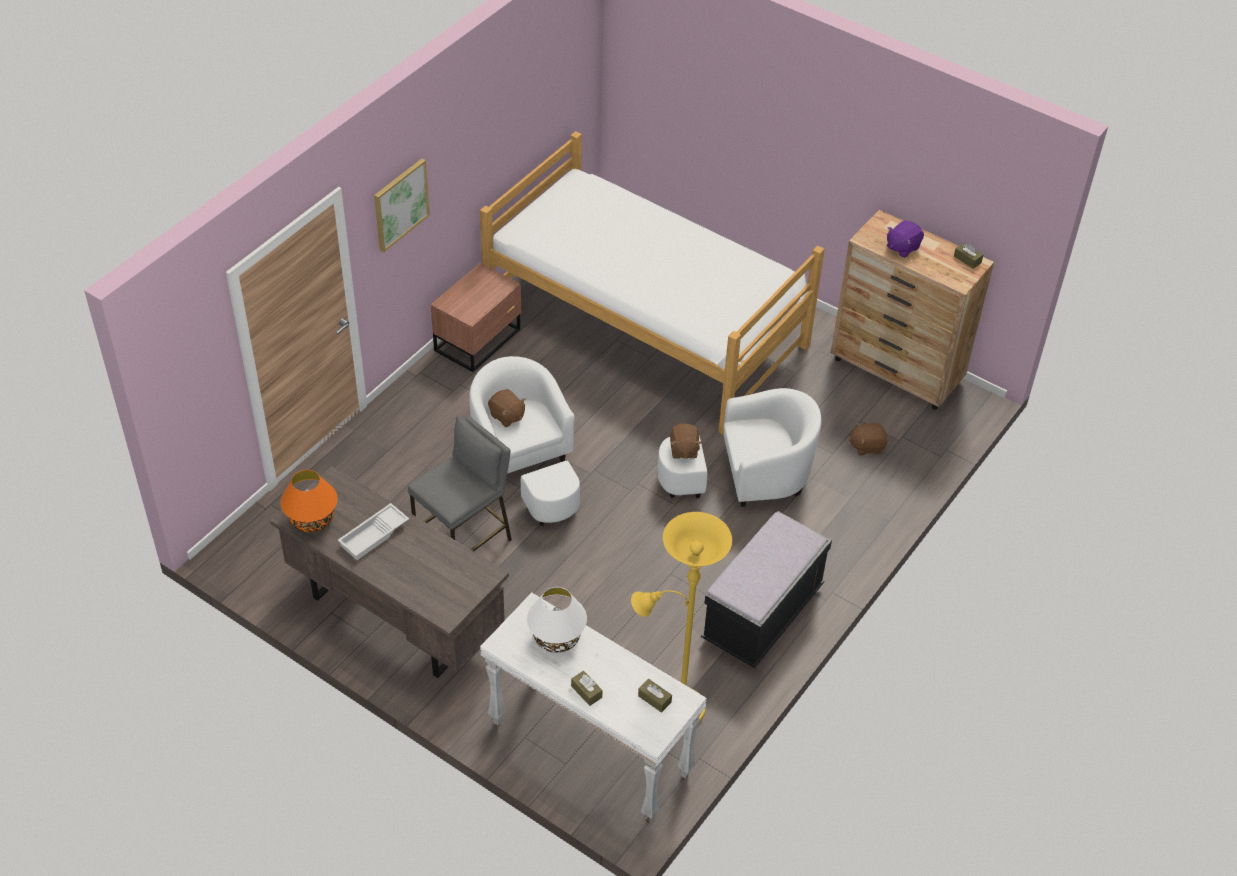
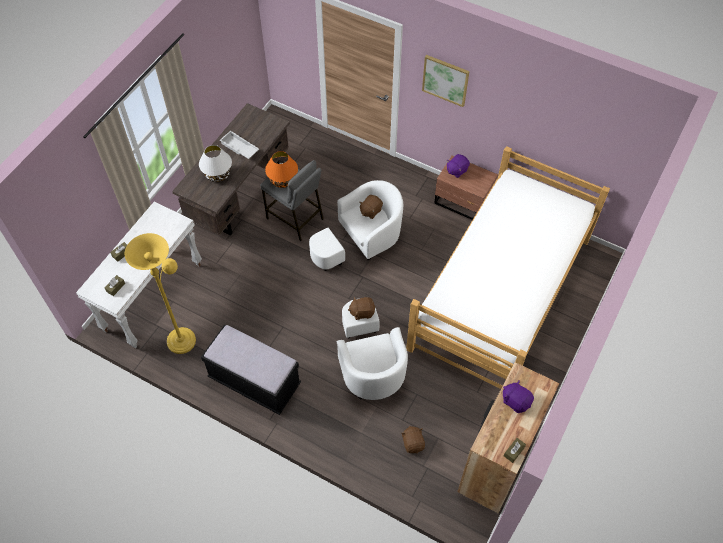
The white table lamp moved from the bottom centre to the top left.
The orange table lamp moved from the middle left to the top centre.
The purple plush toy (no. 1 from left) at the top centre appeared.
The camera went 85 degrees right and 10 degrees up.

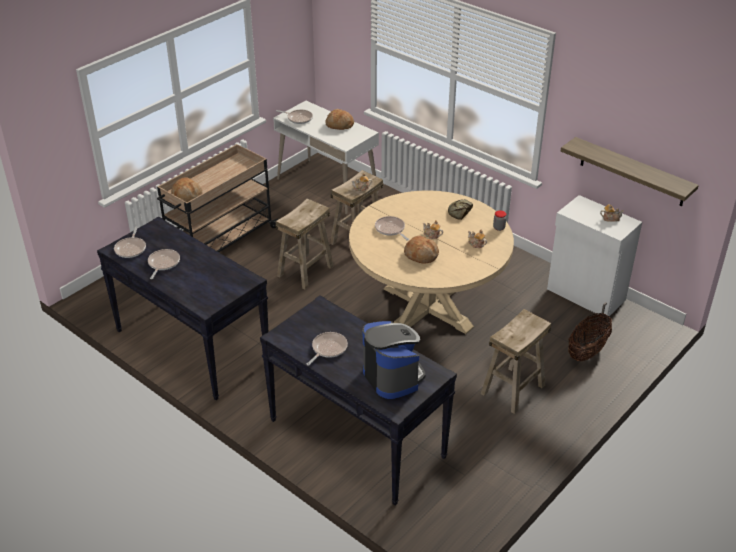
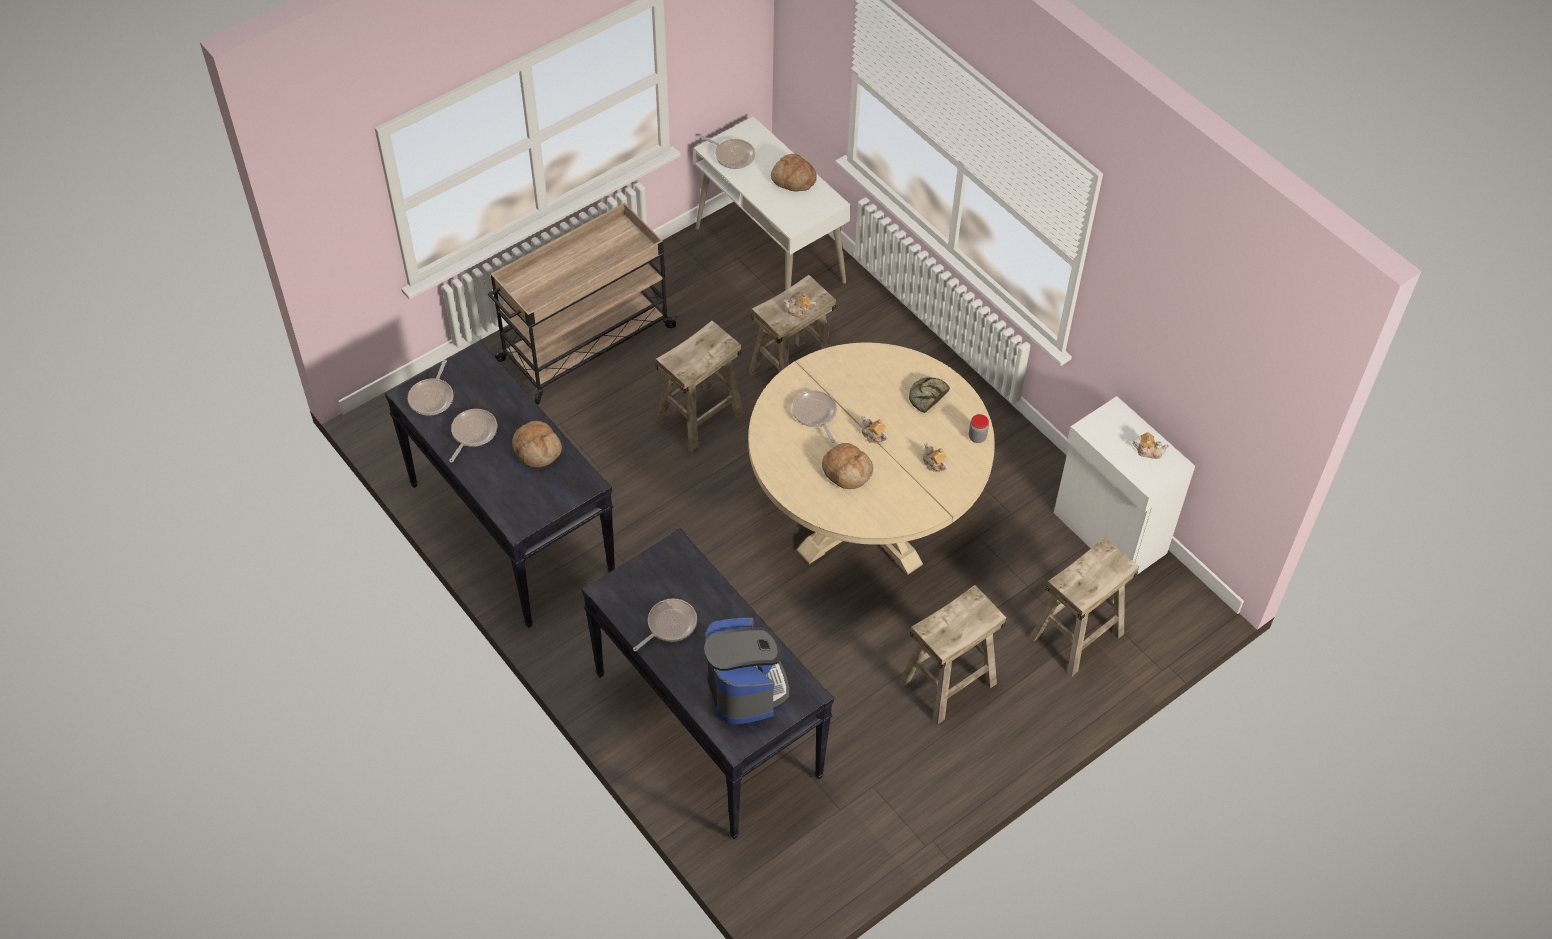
The bread (no. 1 from left) moved from the middle left to the centre.
The basket at the middle right was replaced by the beige stool (no. 4 from left) at the middle right.
The shelf at the top right disappeared.
The camera went 10 degrees right and 15 degrees up.

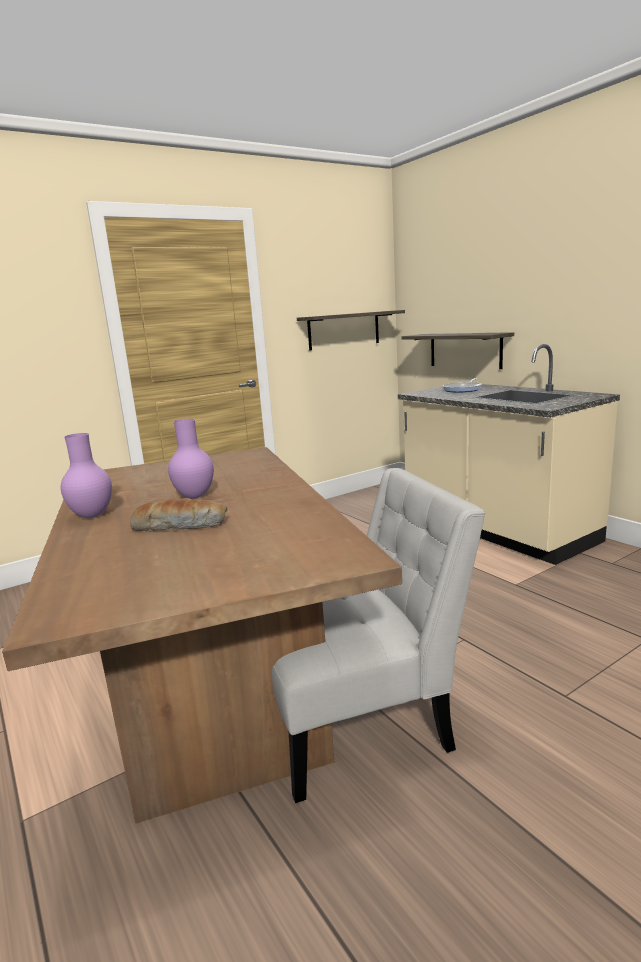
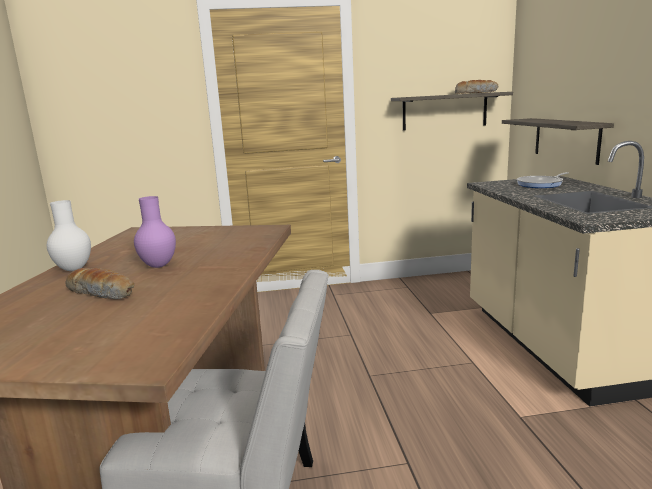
The purple vase (no. 1 from left) at the middle left became the white vase at the middle left.
The bread (no. 2 from left) at the top right appeared.
The camera went 25 degrees right and 0 degrees up.

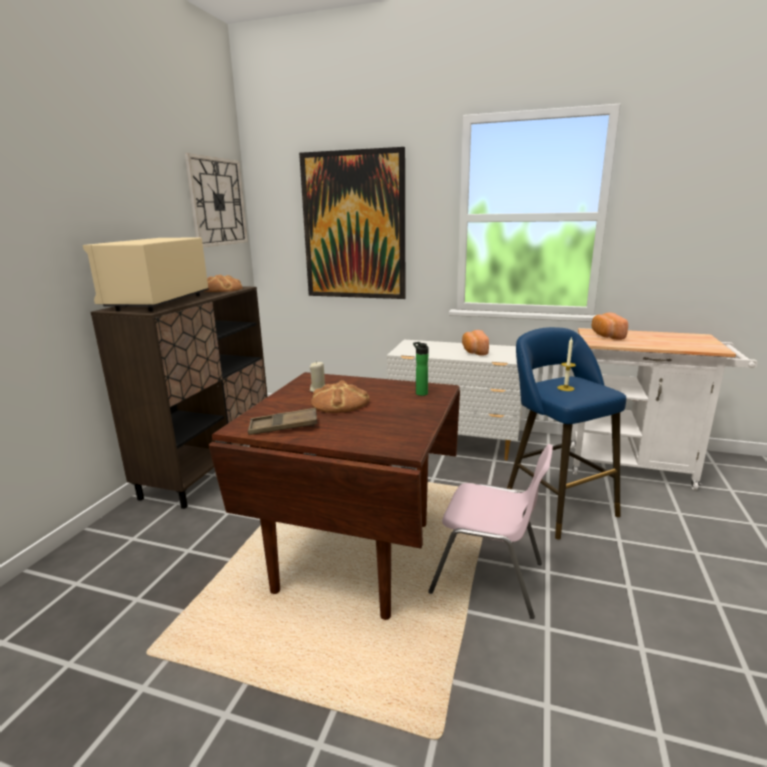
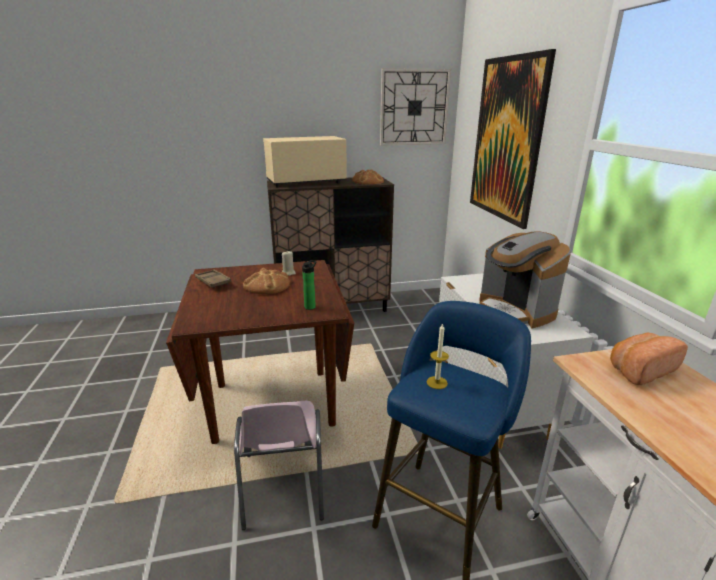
The bread (no. 3 from left) at the centre was replaced by the coffee machine at the middle right.
The camera went 60 degrees right and 5 degrees up.

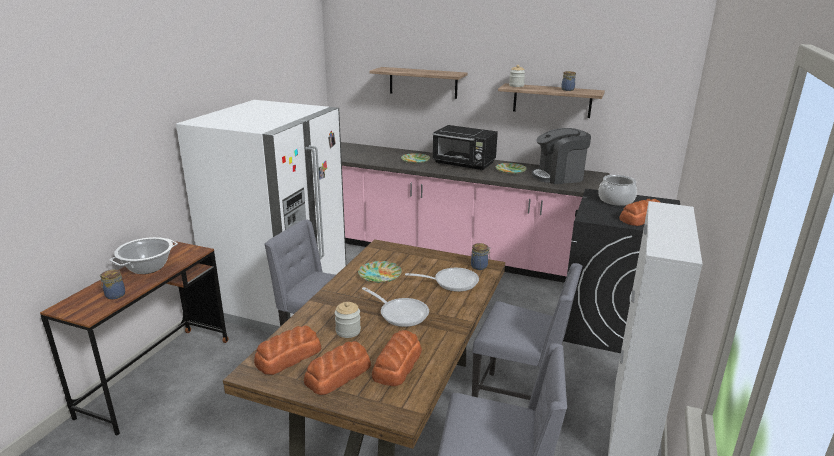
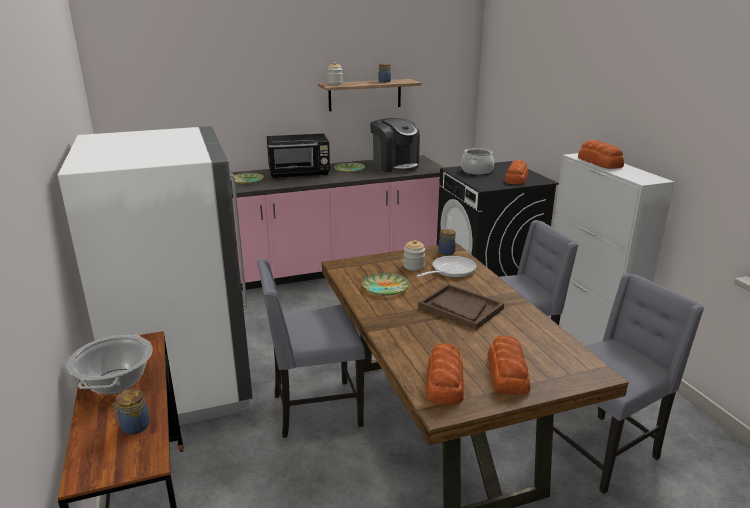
The coffee machine at the middle right turned 75 degrees counterclockwise.
The jar (no. 2 from left in the first image) moved from the bottom centre to the centre.
The frying pan (no. 1 from left) at the bottom centre was replaced by the brown tray at the centre.
The bread (no. 3 from left in the first image) moved from the bottom centre to the top right.
The shelf (no. 1 from left) at the top centre disappeared.
The camera went 40 degrees left and 0 degrees up.

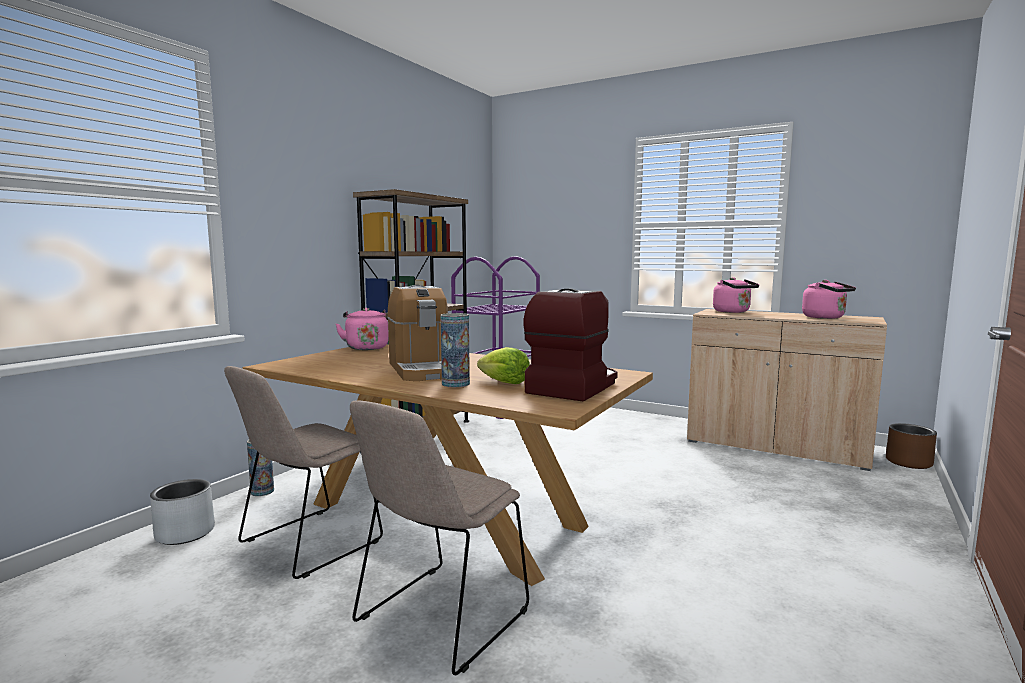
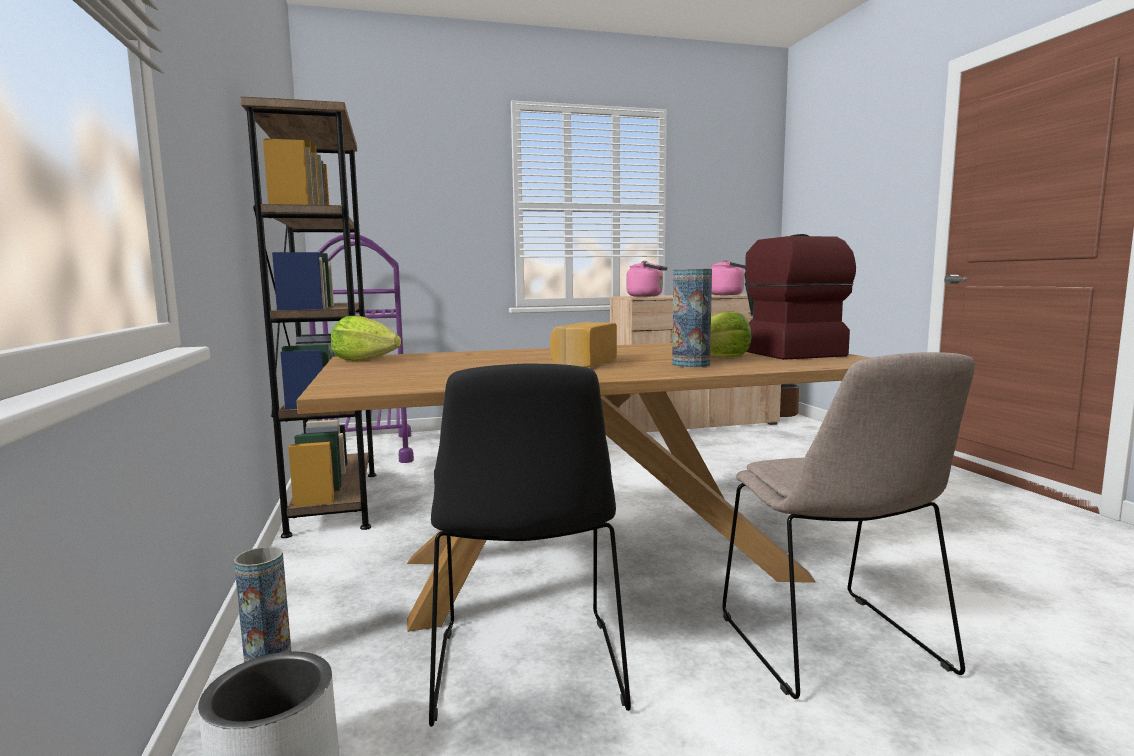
The pink kettle (no. 1 from left) at the centre was replaced by the lettuce (no. 1 from left) at the middle left.
The beige chair (no. 1 from left) at the bottom left became the black chair at the bottom centre.
The coffee machine (no. 1 from left) at the centre was replaced by the bread at the centre.
The camera went 45 degrees left and 0 degrees up.

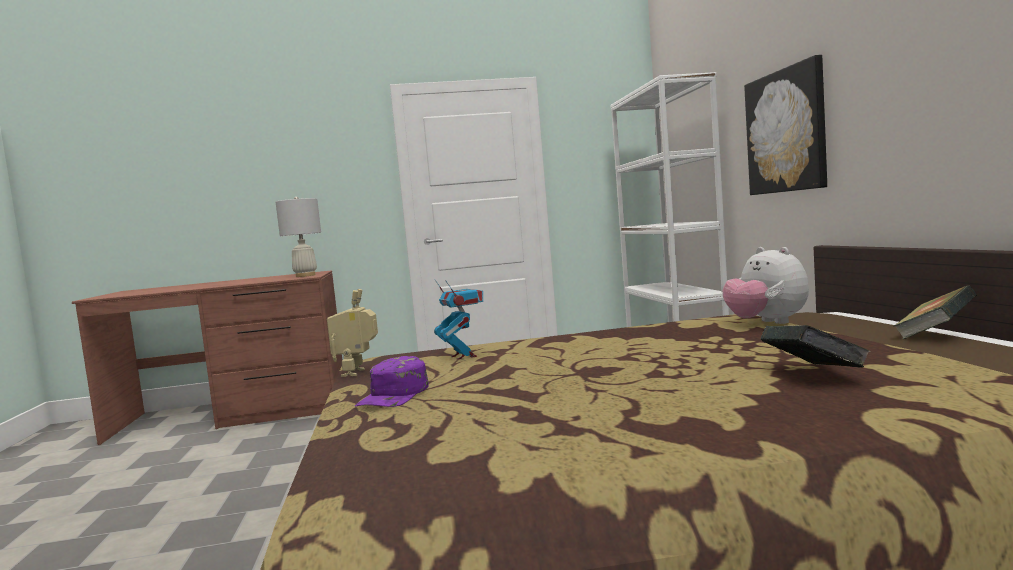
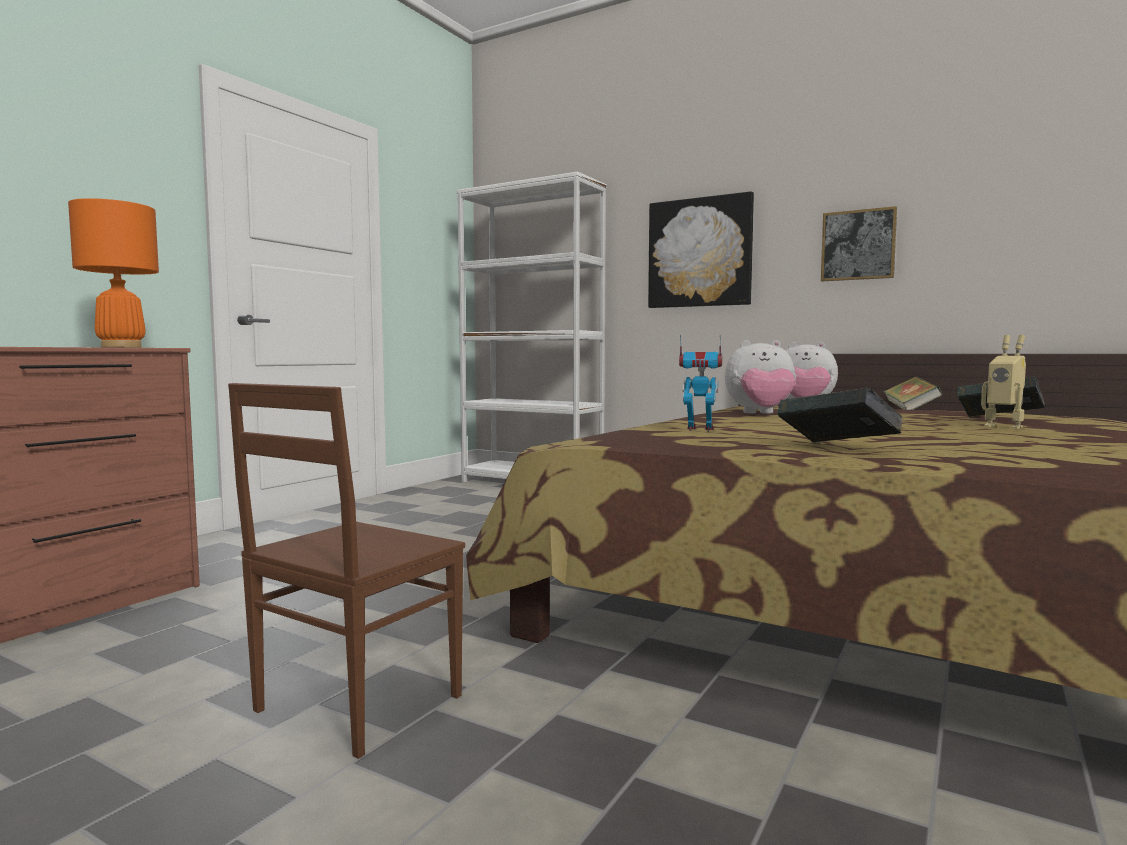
The white table lamp at the middle left became the orange table lamp at the top left.
The brown chair at the bottom left appeared.
The plush toy (no. 1 from left) at the middle right appeared.
The purple cap at the bottom centre was replaced by the book (no. 1 from left) at the middle right.
The picture (no. 2 from left) at the top right appeared.
The toy robot (no. 1 from left in the first image) moved from the centre to the middle right.
The camera went 50 degrees left and 0 degrees up.

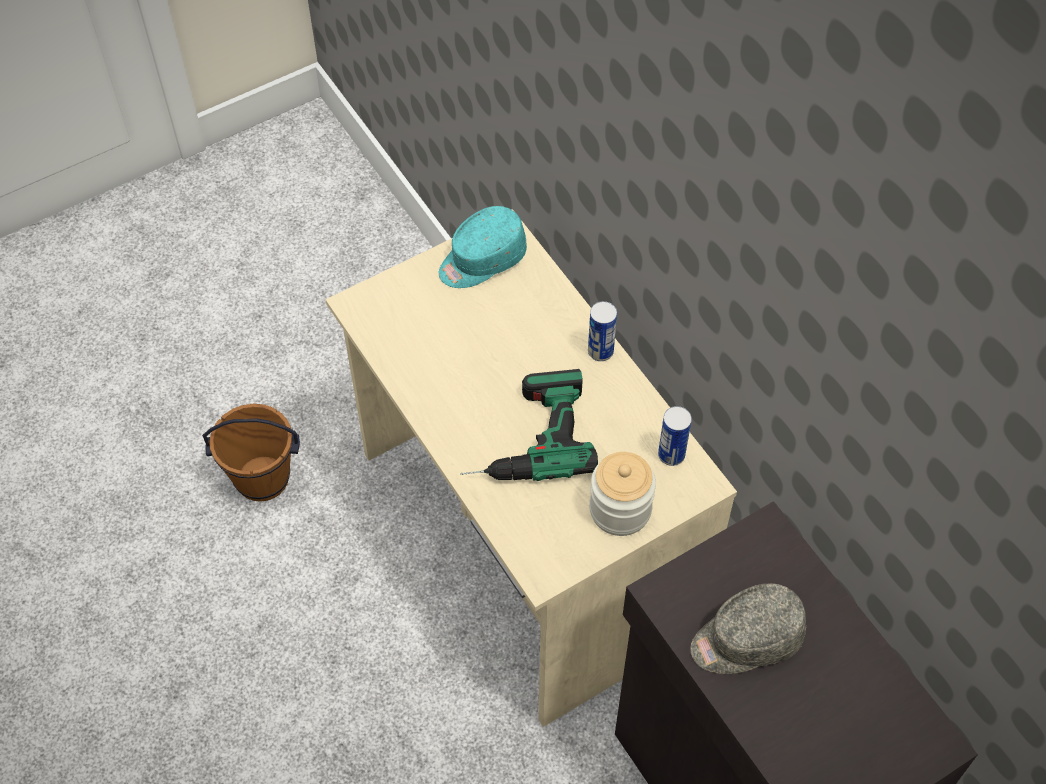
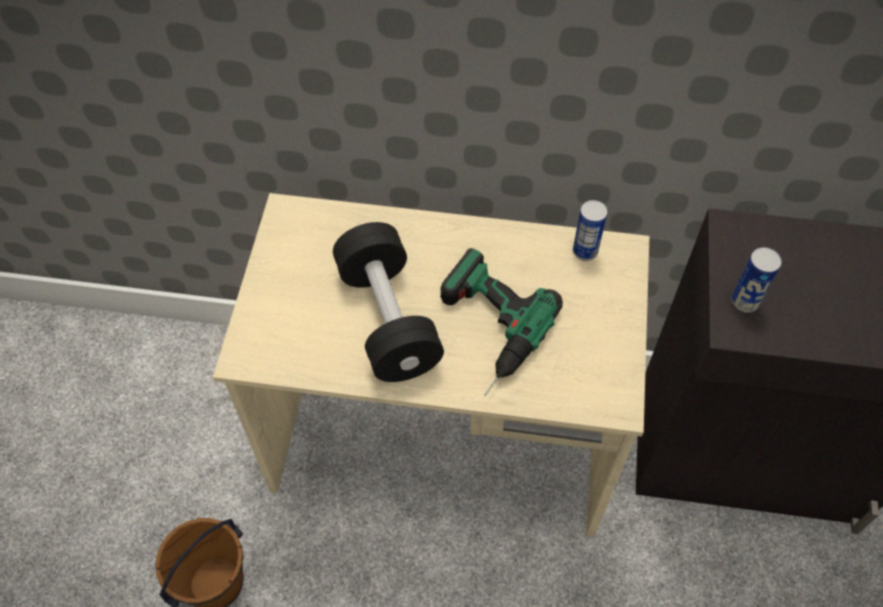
The black dumbbell at the centre appeared.
The can (no. 1 from left in the first image) moved from the centre to the middle right.
The turquoise cap at the top centre disappeared.
The jar at the centre disappeared.
The grey cap at the bottom right disappeared.
The camera went 50 degrees left and 0 degrees up.

